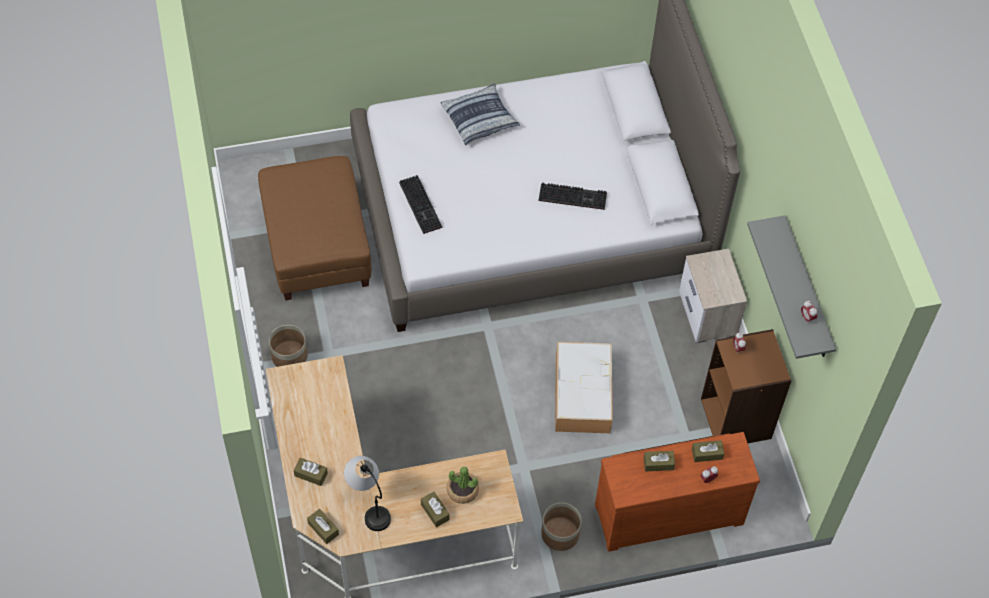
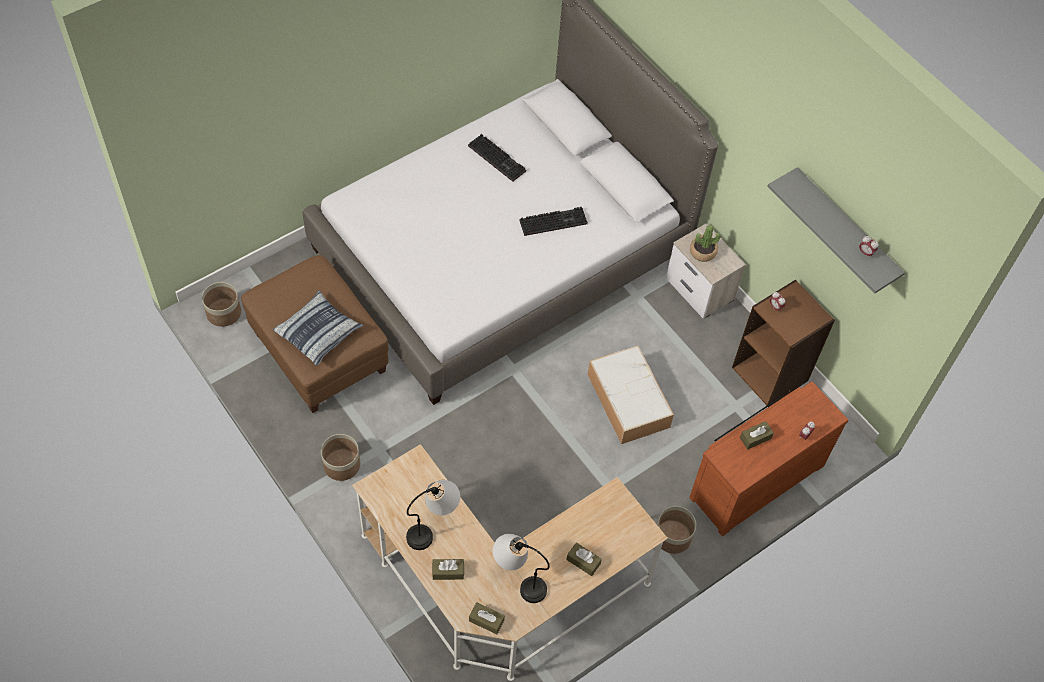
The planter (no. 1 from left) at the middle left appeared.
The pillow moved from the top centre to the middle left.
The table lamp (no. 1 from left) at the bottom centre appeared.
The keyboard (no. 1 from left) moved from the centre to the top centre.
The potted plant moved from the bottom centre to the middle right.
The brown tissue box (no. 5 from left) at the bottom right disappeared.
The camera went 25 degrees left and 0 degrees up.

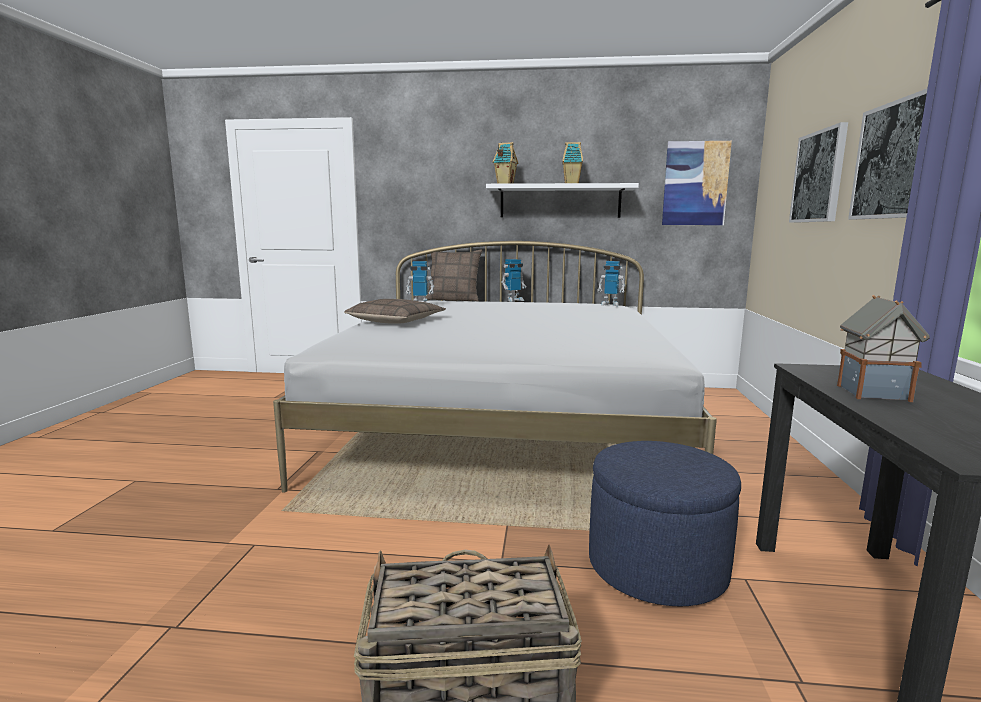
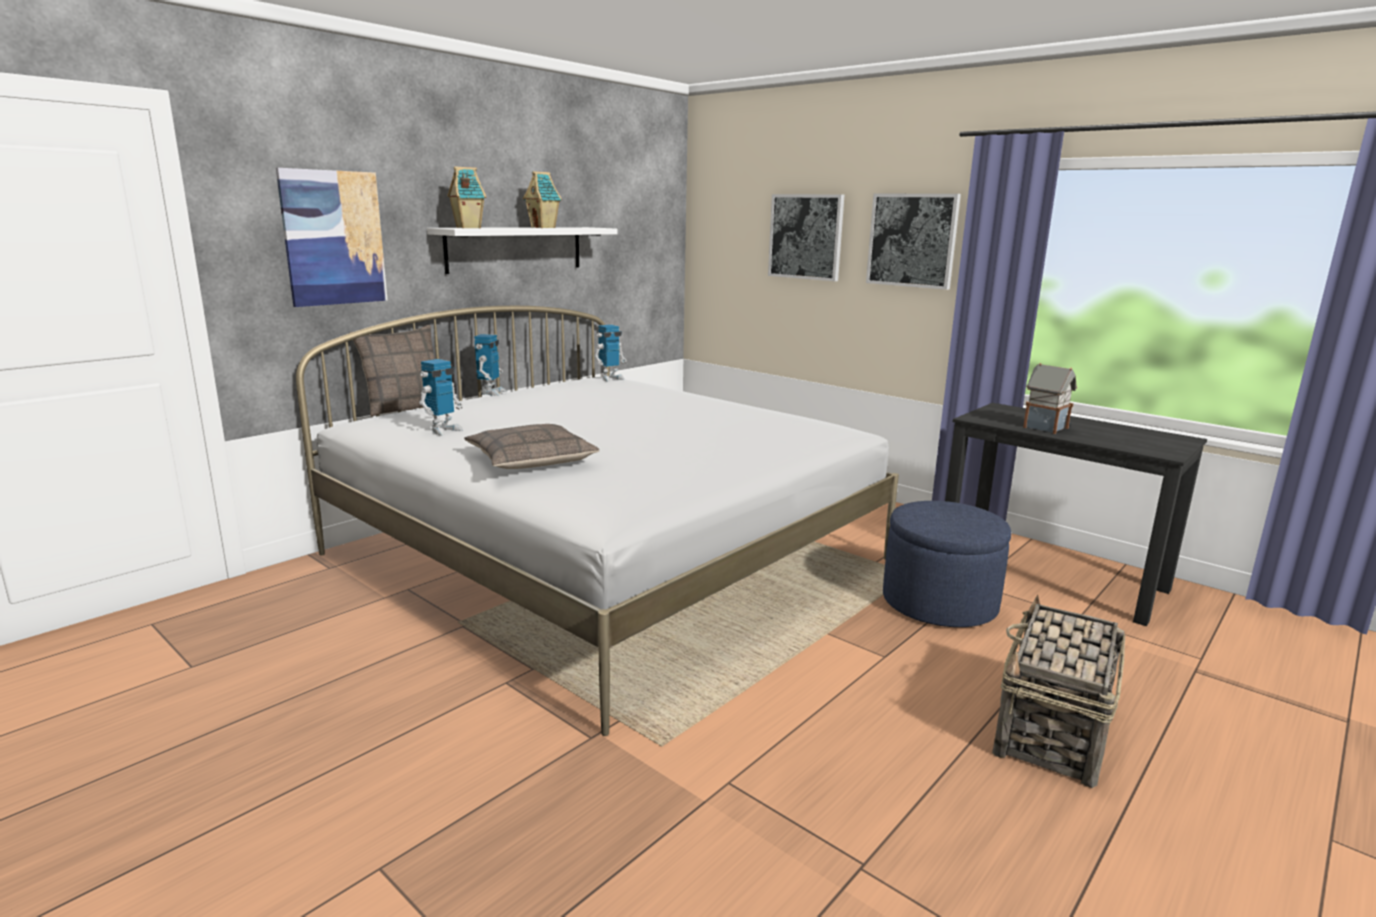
The picture (no. 1 from left) moved from the top right to the top left.
The camera went 55 degrees left and 5 degrees up.

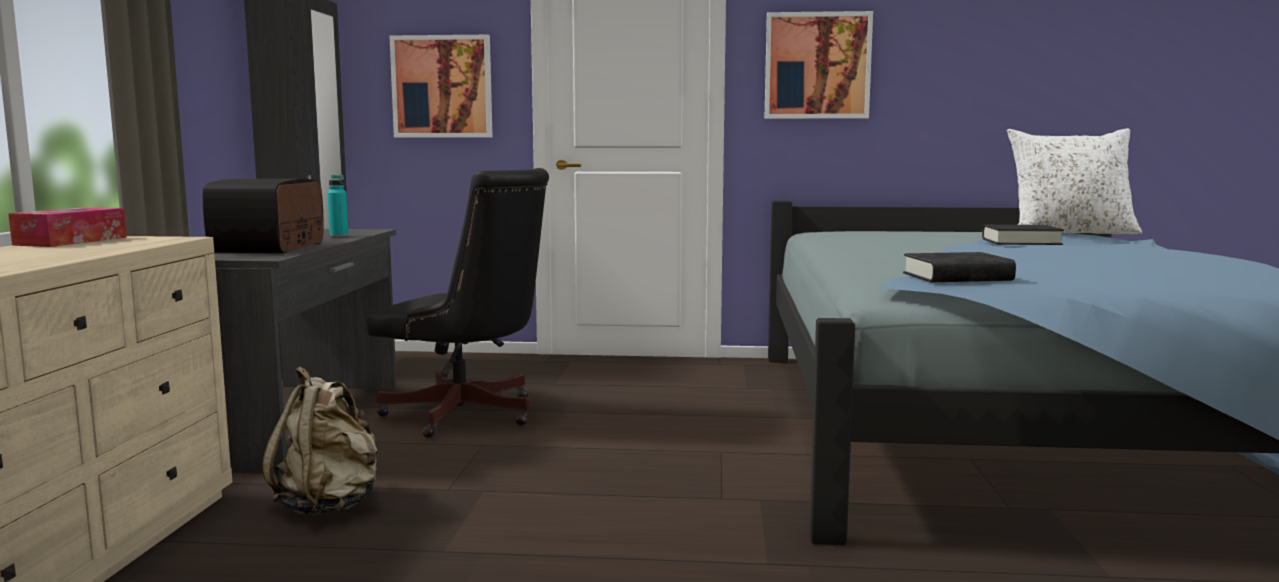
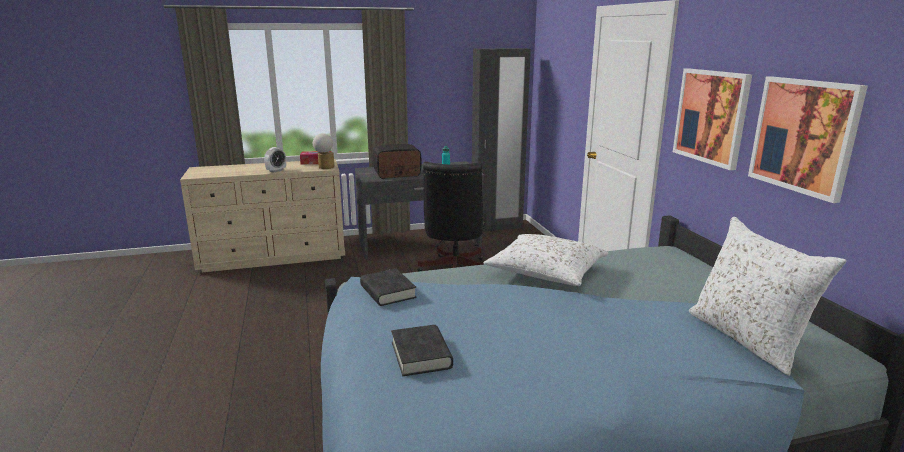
The alarm clock at the middle left appeared.
The table lamp at the centre appeared.
The black book (no. 2 from left) moved from the middle right to the bottom centre.
The white pillow (no. 1 from left) at the centre appeared.
The picture (no. 1 from left in the first image) moved from the top centre to the top right.
The beige backpack at the bottom left disappeared.
The camera went 70 degrees right and 10 degrees up.

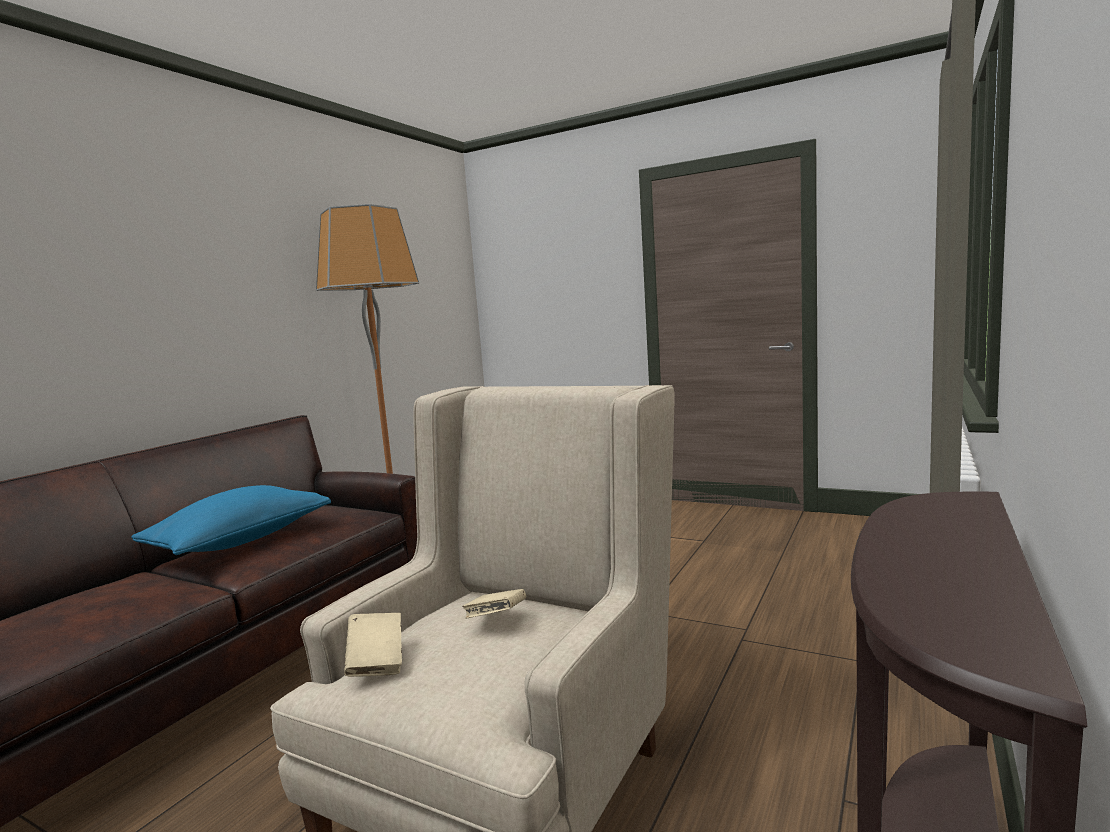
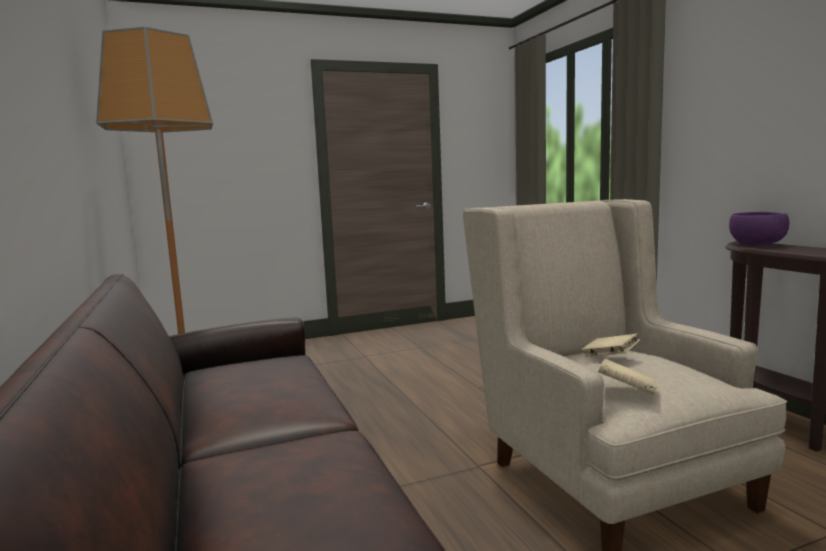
The purple bowl at the middle right appeared.
The blue pillow at the middle left disappeared.
The camera went 50 degrees left and 0 degrees up.

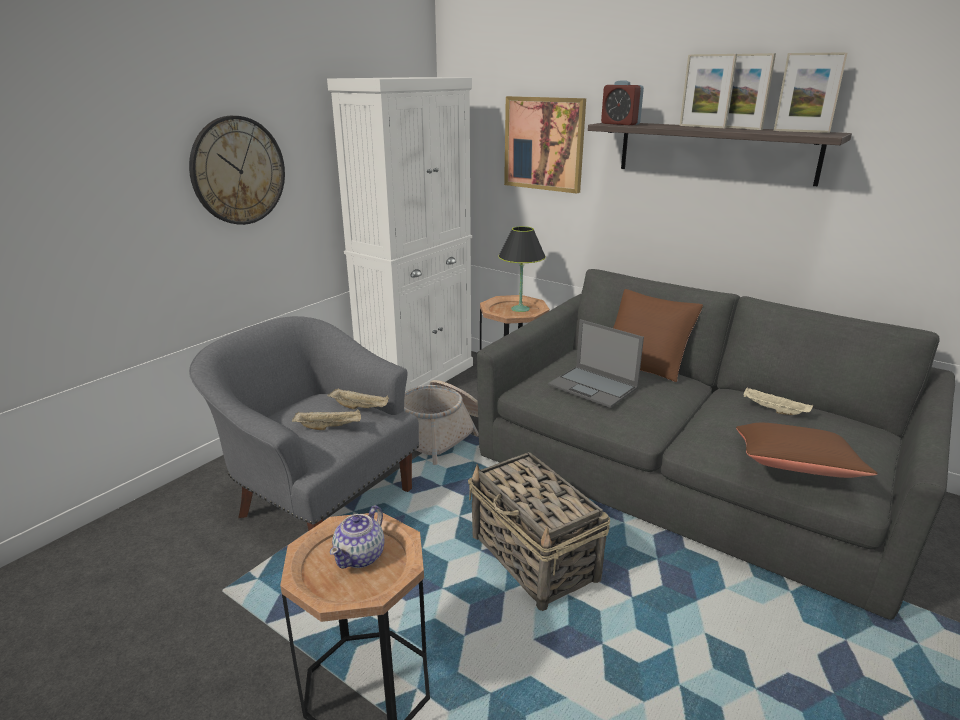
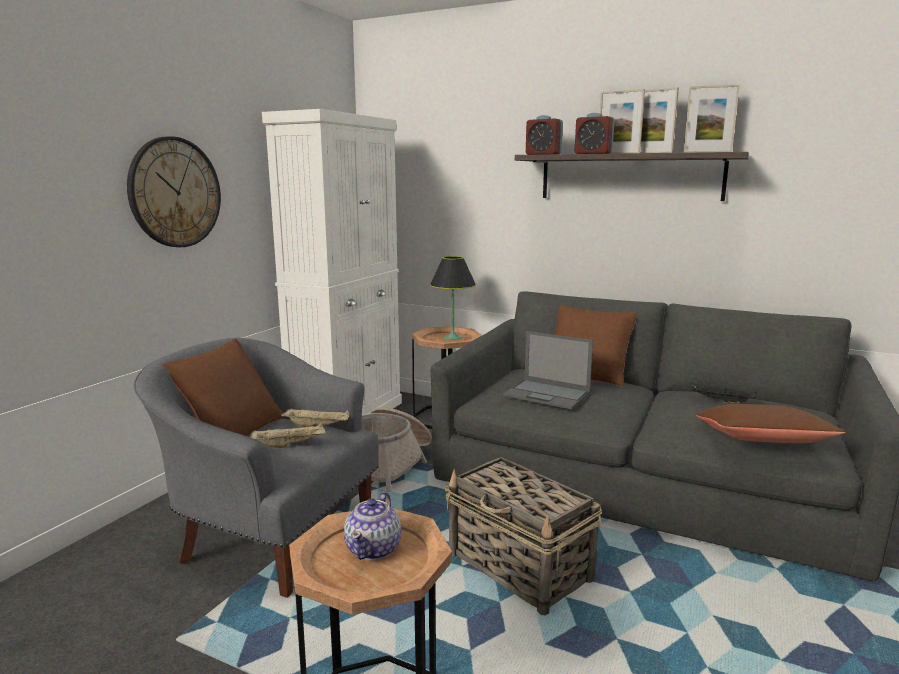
The brown pillow (no. 1 from left) at the middle left appeared.
The alarm clock (no. 2 from left) at the top centre appeared.
The beige tray (no. 3 from left) at the middle right became the black tray at the middle right.
The picture at the top centre disappeared.
The camera went 10 degrees left and 10 degrees down.

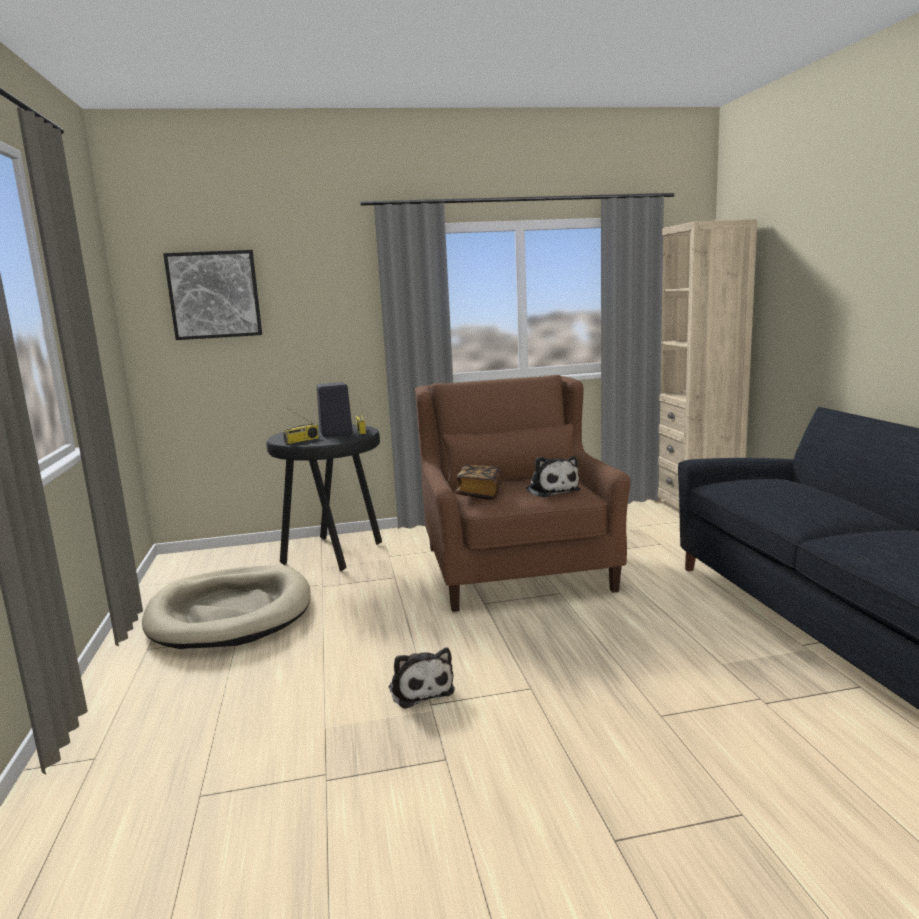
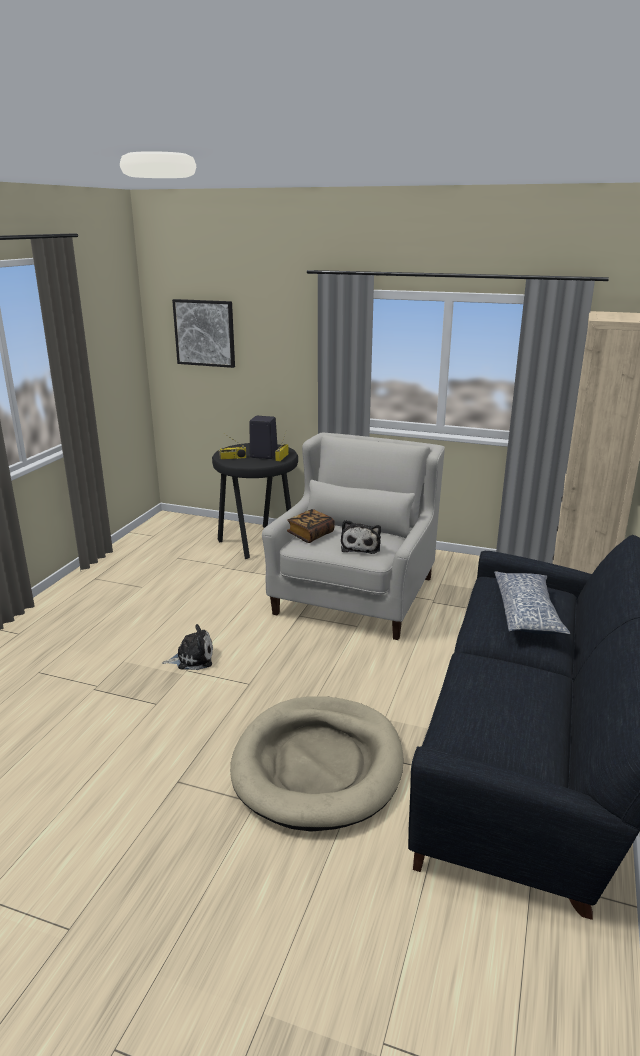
The plush toy (no. 1 from left) at the bottom centre turned 105 degrees counterclockwise.
The beige dog bed moved from the middle left to the bottom centre.
The brown armchair at the centre became the white armchair at the centre.
The pillow at the middle right appeared.
The camera went 30 degrees right and 10 degrees up.

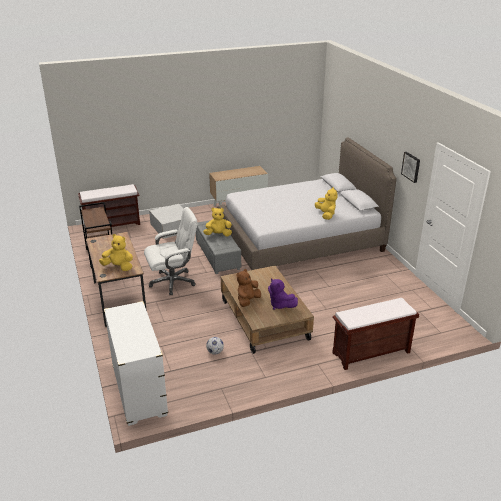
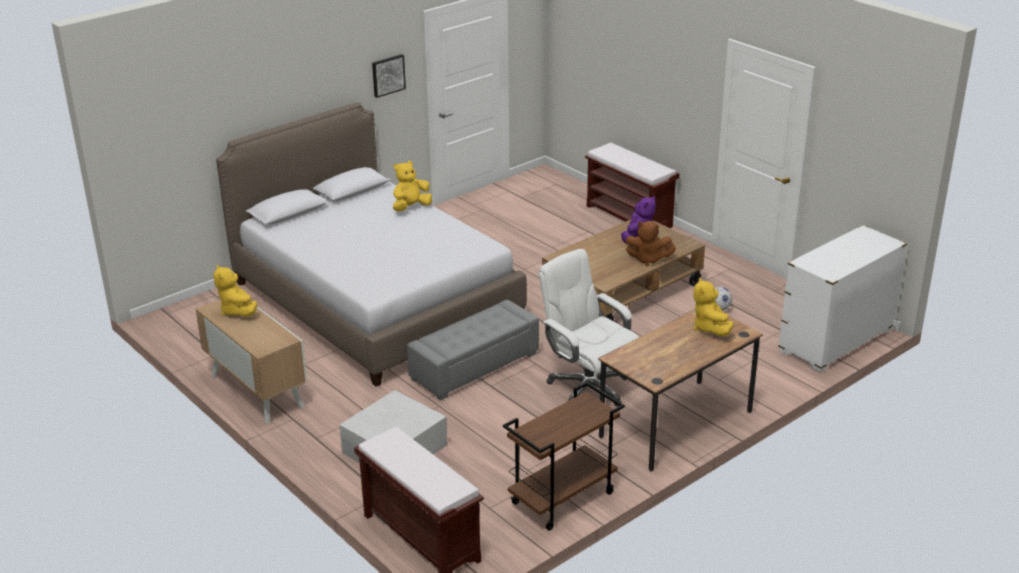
The yellow plush toy (no. 2 from left in the first image) moved from the centre to the middle left.
The camera went 110 degrees left and 0 degrees up.

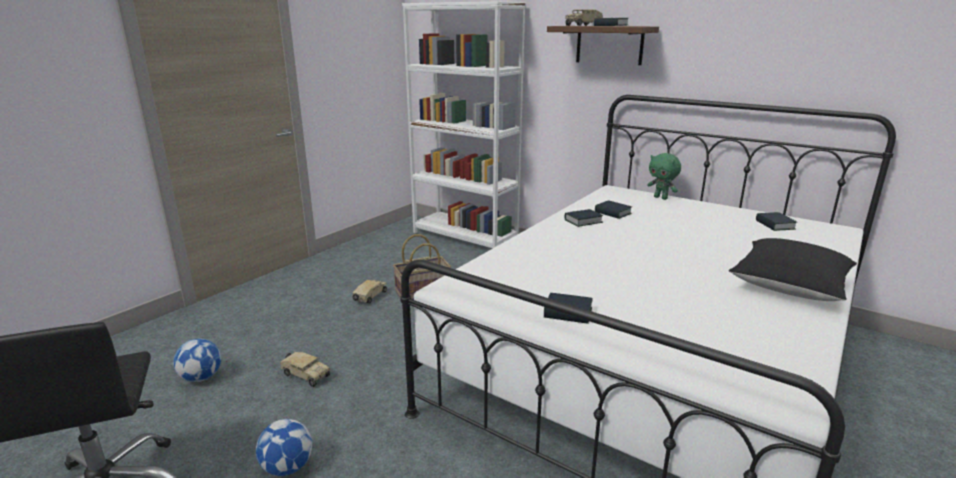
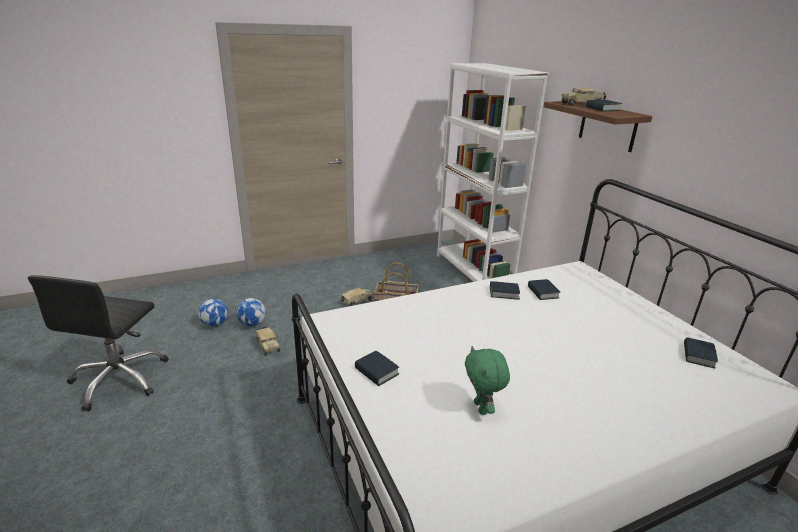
The football (no. 2 from left) moved from the bottom left to the middle left.
The green plush toy moved from the middle right to the bottom centre.
The black pillow at the middle right disappeared.
The camera went 30 degrees right and 5 degrees up.

